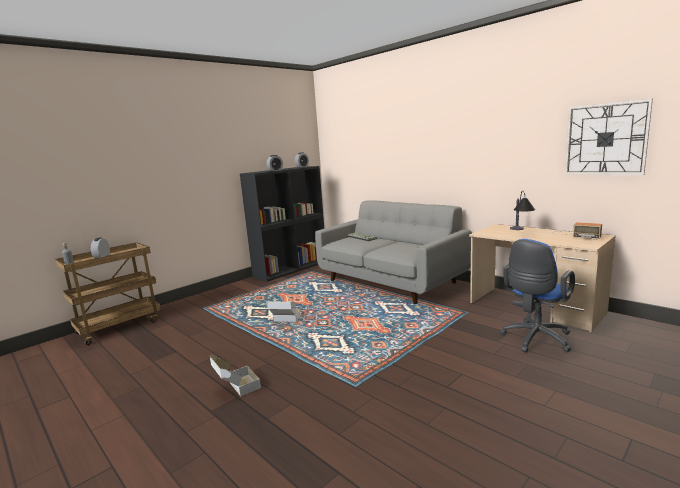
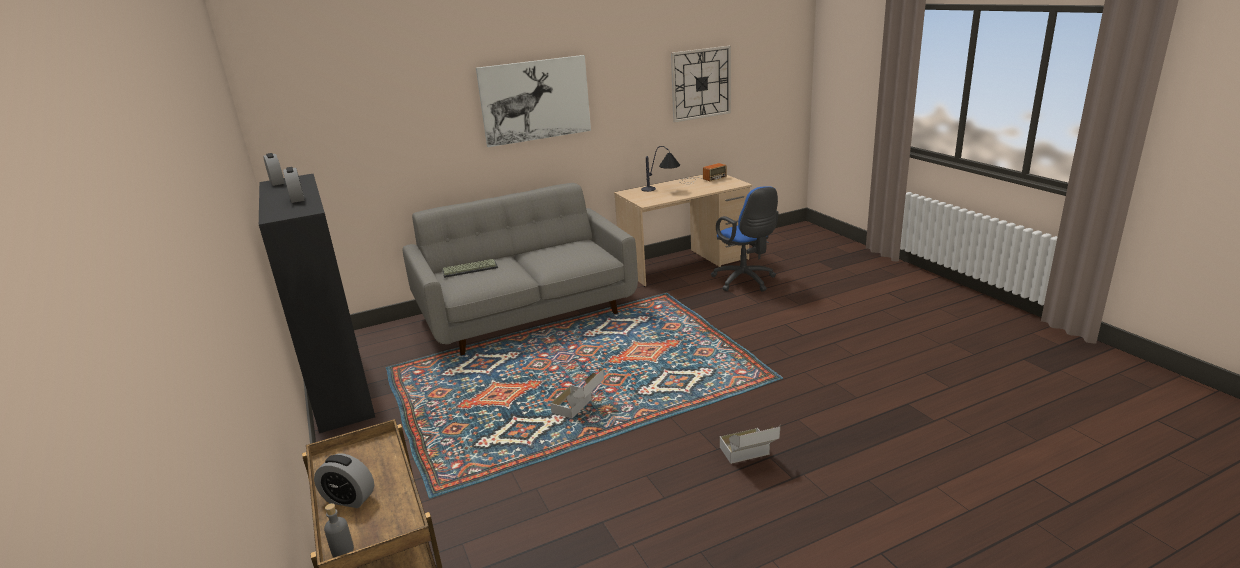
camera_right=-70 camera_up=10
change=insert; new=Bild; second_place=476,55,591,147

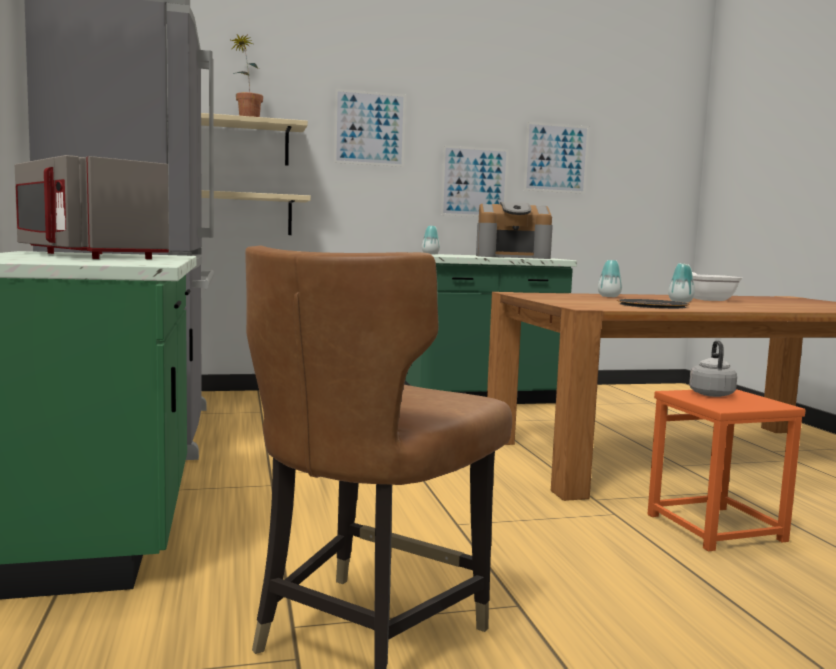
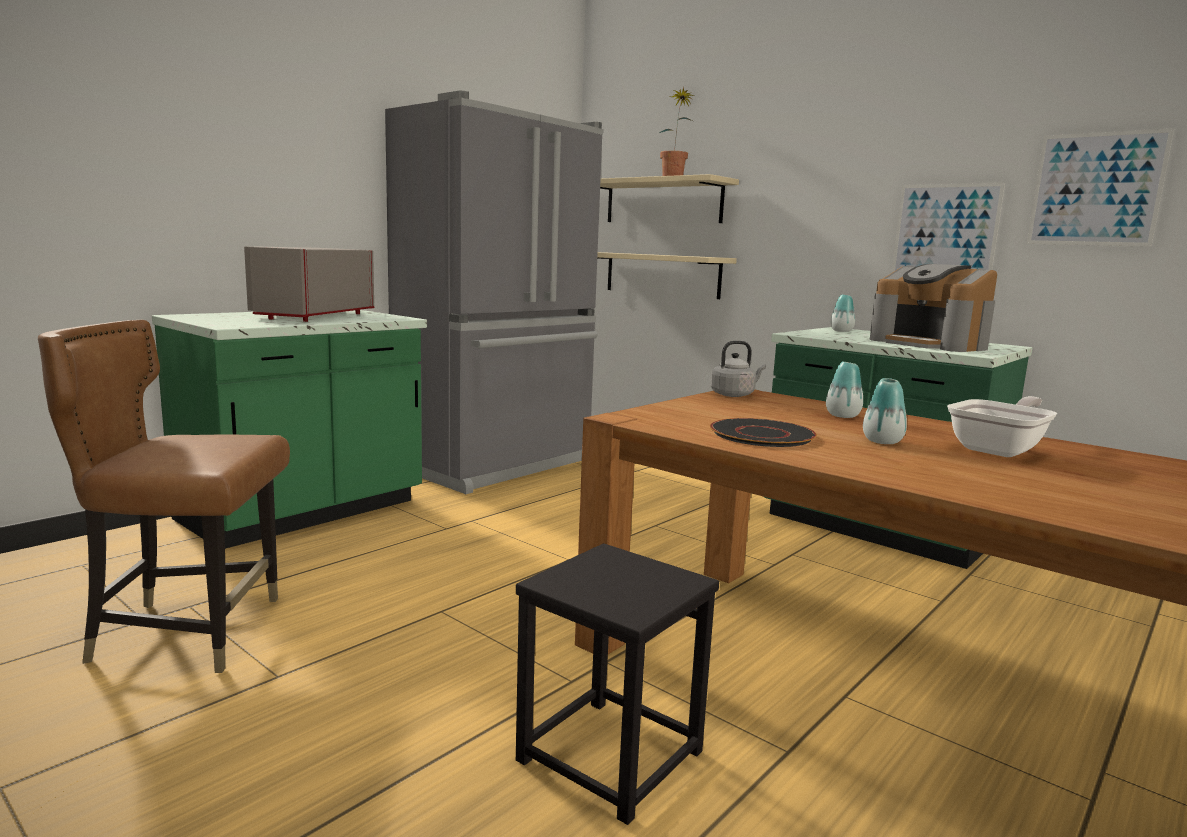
camera_right=55 camera_up=5
change=delete; old=Bild; first_place=334,89,406,167
change=move; old=Wasserkessel [grau]; first_place=689,340,737,397; second_place=710,341,766,397
change=recolor; old=Hocker [orange]; new=Hocker [schwarz]; first_place=648,389,806,551; second_place=516,543,719,825

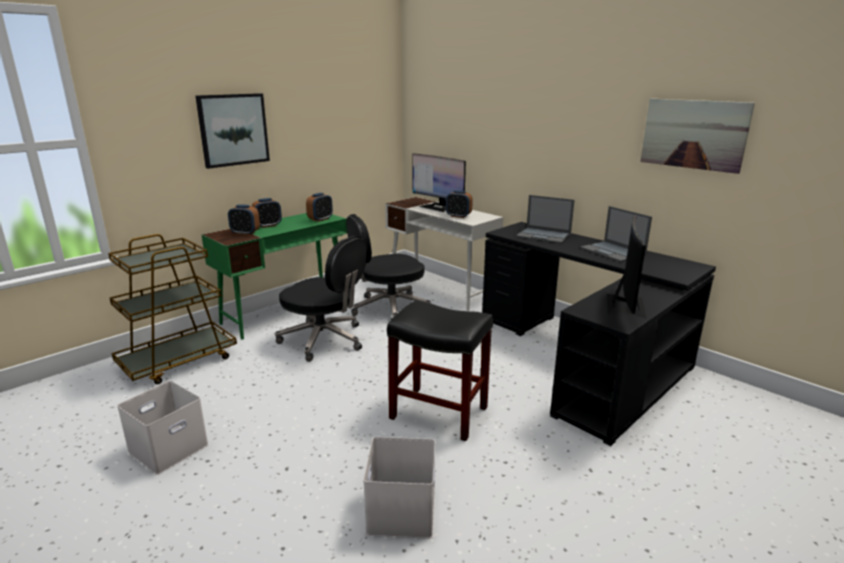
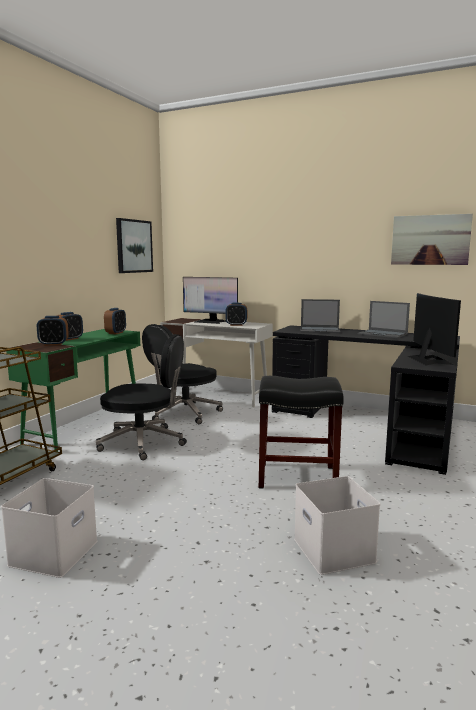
camera_right=-20 camera_up=-10
change=move; old=Bild; first_place=195,93,270,169; second_place=116,218,153,273

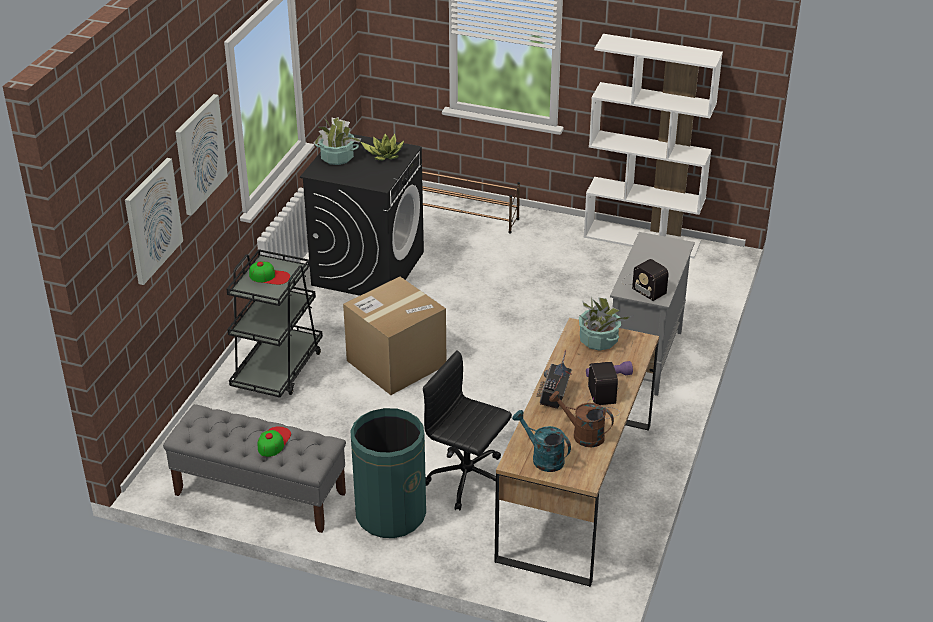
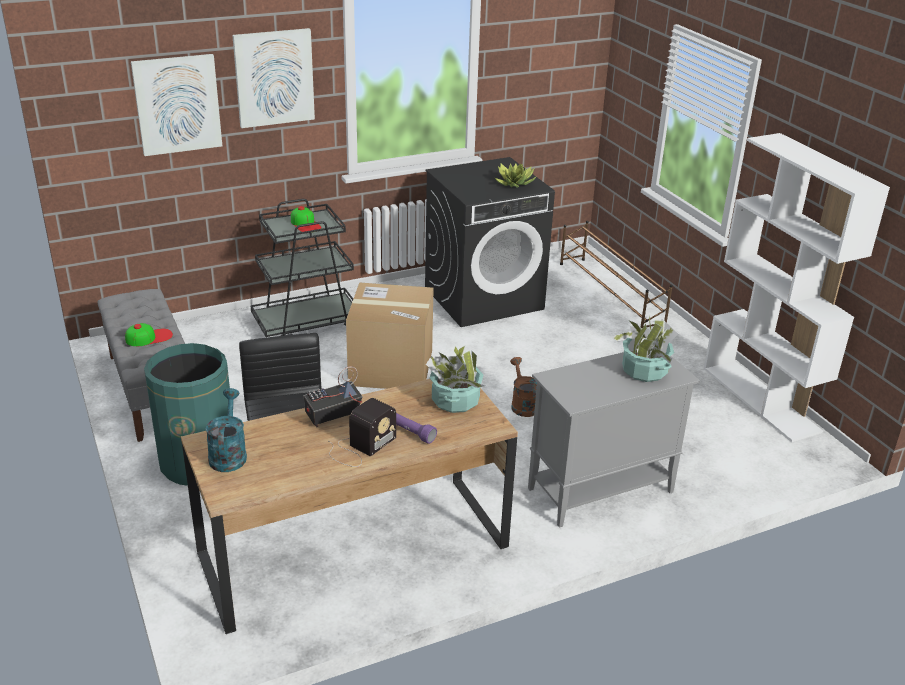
camera_right=45 camera_up=-5
change=delete; old=Radio; first_place=622,259,668,301
change=move; old=Topfpflanze; first_place=313,117,361,165; second_place=611,315,678,382
change=move; old=Gießkanne [braun]; first_place=549,391,614,447; second_place=510,357,537,417

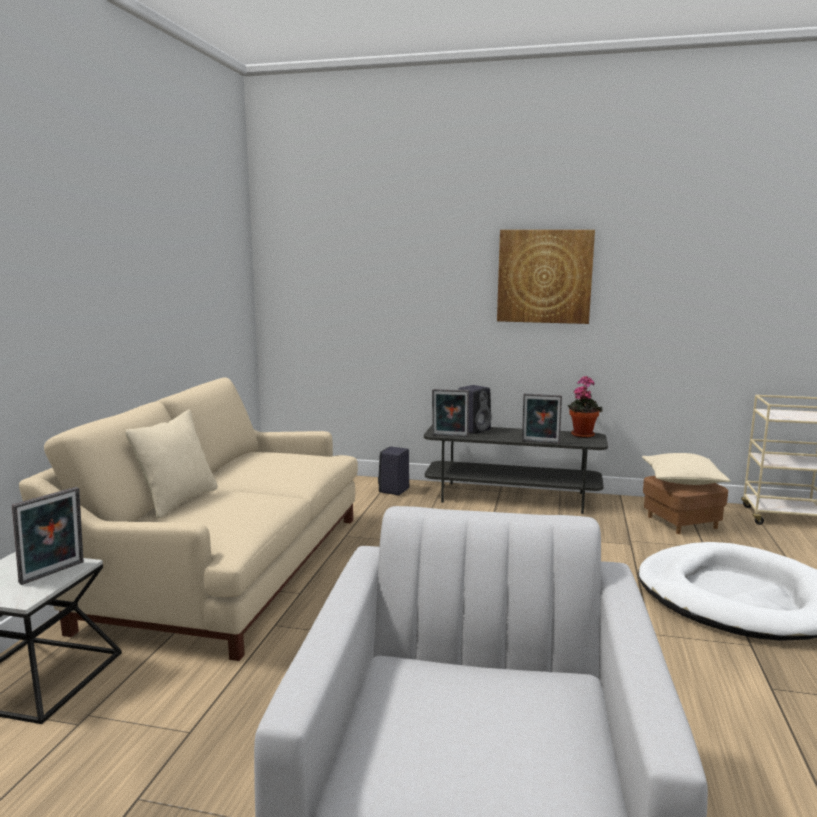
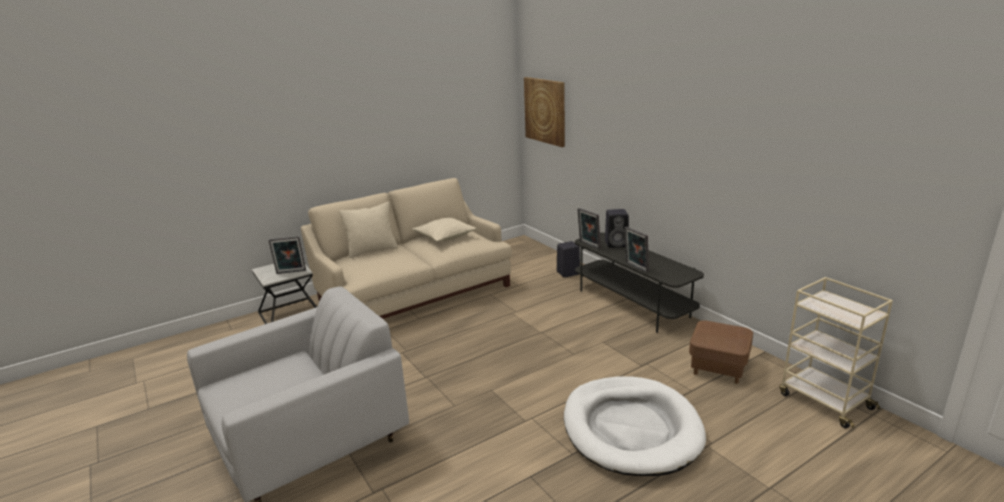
camera_right=45 camera_up=10
change=delete; old=Topfpflanze; first_place=568,376,603,438
change=move; old=Bild; first_place=497,230,595,324; second_place=524,77,565,147
change=move; old=Kissen [beige]; first_place=642,453,730,485; second_place=413,218,476,241

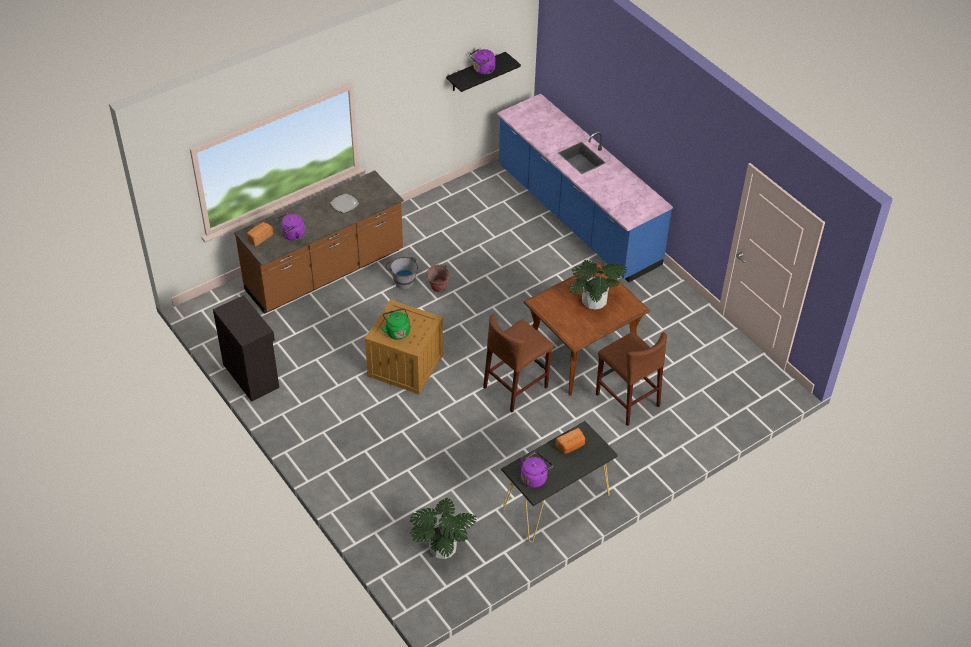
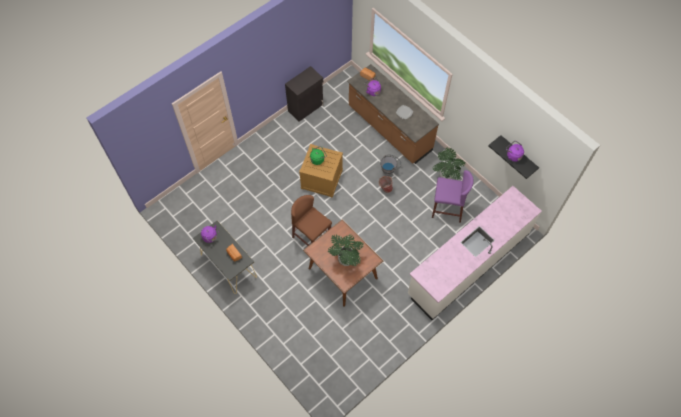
camera_right=85 camera_up=15
change=delete; old=Hocker [braun]; first_place=596,332,667,426
change=insert; new=Hocker [lila]; second_place=432,170,474,223
change=move; old=Topfpflanze; first_place=409,498,477,559; second_place=433,147,466,180
change=recolor; old=Küchenzeile [blau]; new=Küchenzeile [weiß]; first_place=497,94,673,282; second_place=408,186,542,320

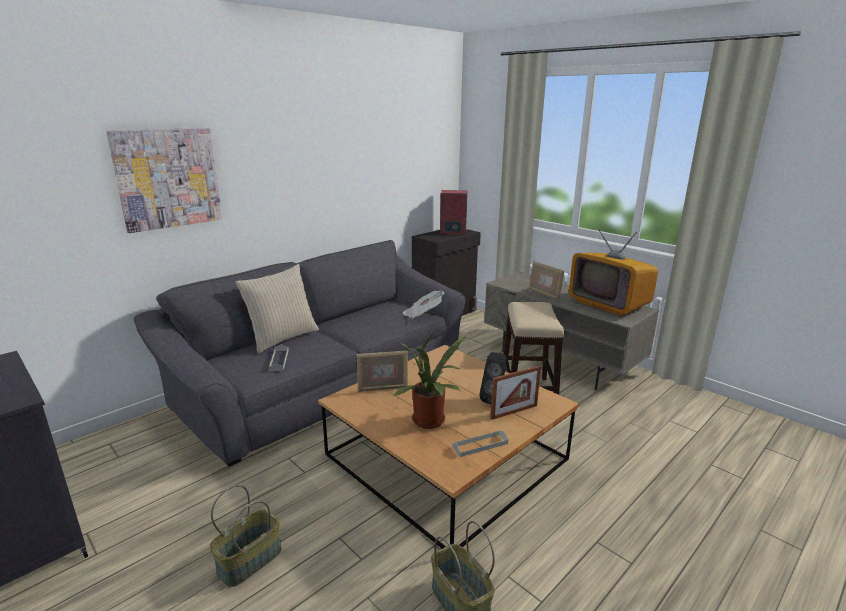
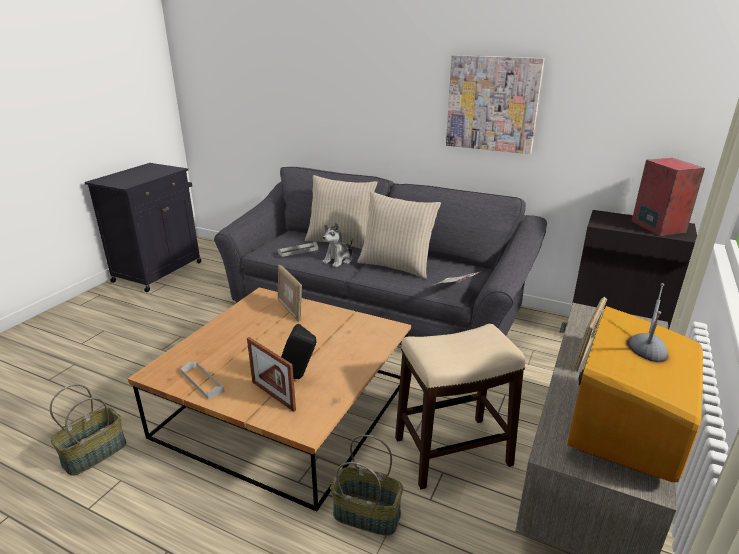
camera_right=70 camera_up=5
change=delete; old=Topfpflanze; first_place=393,331,466,429
change=insert; new=Plüschtier; second_place=322,223,353,267
change=insert; new=Kissen [beige]; second_place=357,191,441,279
change=move; old=Bild; first_place=106,128,222,233; second_place=446,55,545,154
change=move; old=Korb; first_place=210,485,282,587; second_place=330,435,403,536

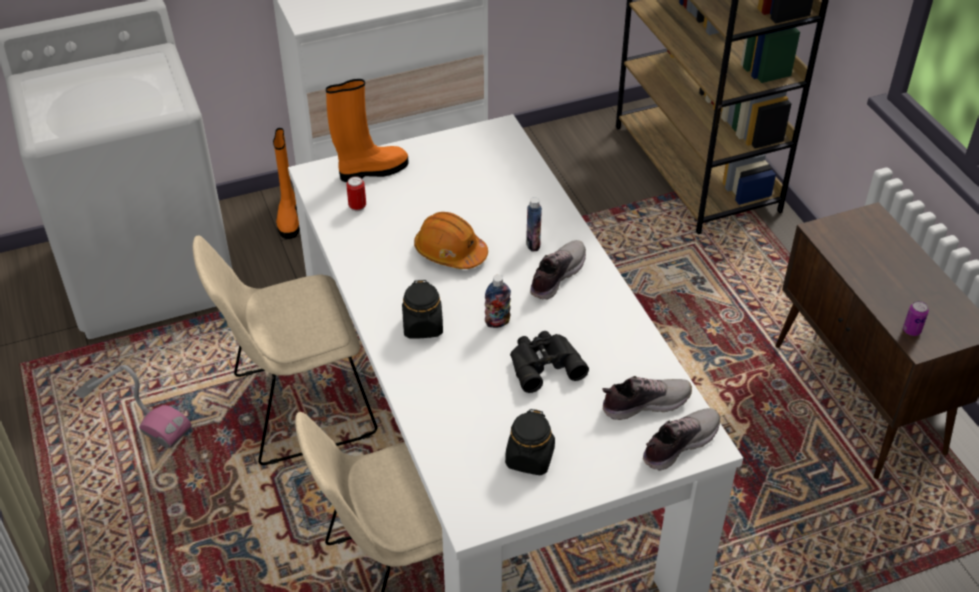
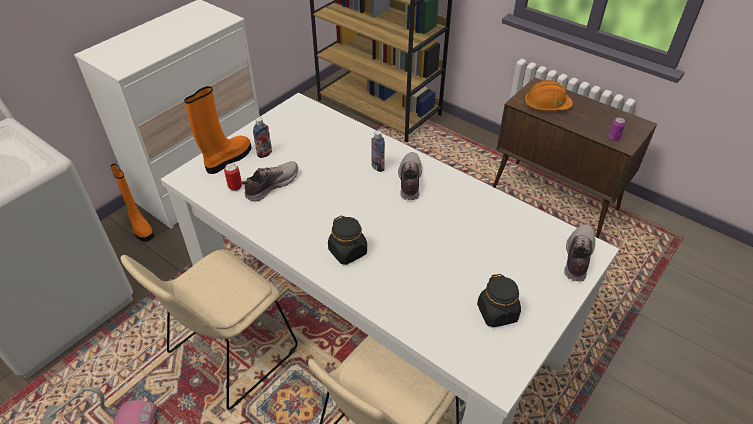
camera_right=-30 camera_up=0
change=delete; old=Fernglas [schwarz]; first_place=510,331,589,393
change=move; old=Schutzhelm [orange]; first_place=414,212,488,269; second_place=525,80,573,111
change=move; old=Flasche; first_place=485,275,511,328; second_place=253,117,272,158
change=move; old=Schuh; first_place=602,376,692,420; second_place=241,161,298,201

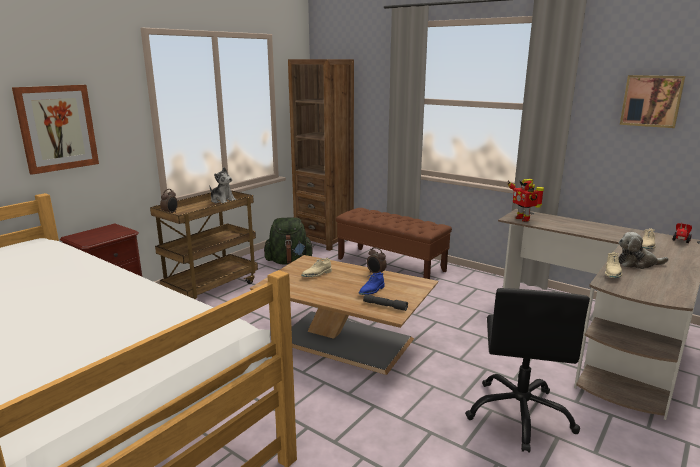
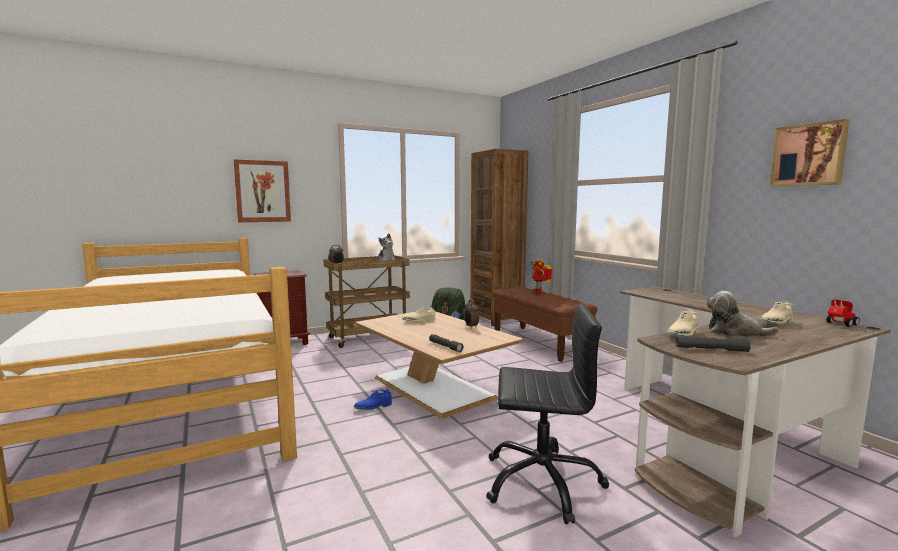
camera_right=25 camera_up=-10
change=insert; new=Taschenlampe [grau]; second_place=675,336,751,352
change=move; old=Schuh [blau]; first_place=359,272,385,295; second_place=354,389,392,410
change=move; old=Spielzeugroboter; first_place=507,179,544,222; second_place=531,260,552,293
change=rotate; old=Bürostuhl [schwarz]; first_place=465,288,590,453; second_place=486,304,610,524; degrees=-120

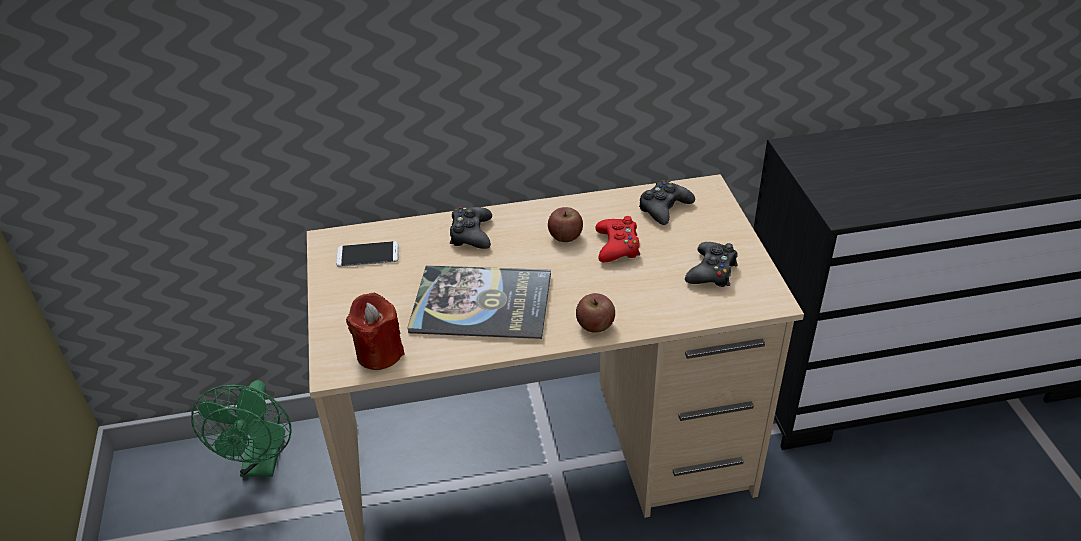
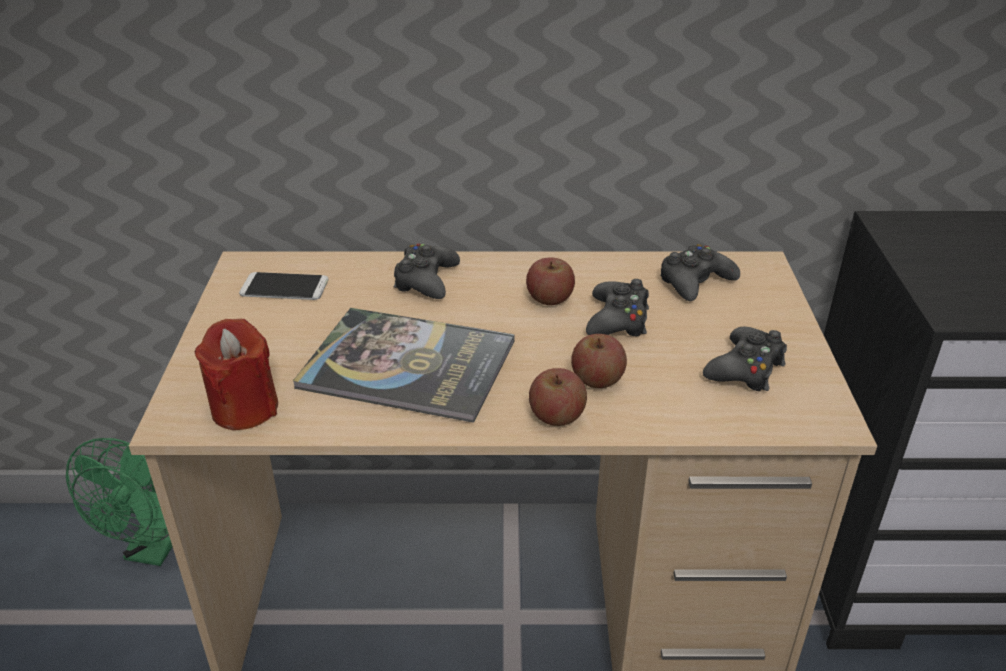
camera_right=10 camera_up=-5
change=insert; new=Apfel; second_place=571,334,627,388
change=recolor; old=Gamepad [rot]; new=Gamepad [schwarz]; first_place=595,216,640,262; second_place=586,279,649,336

